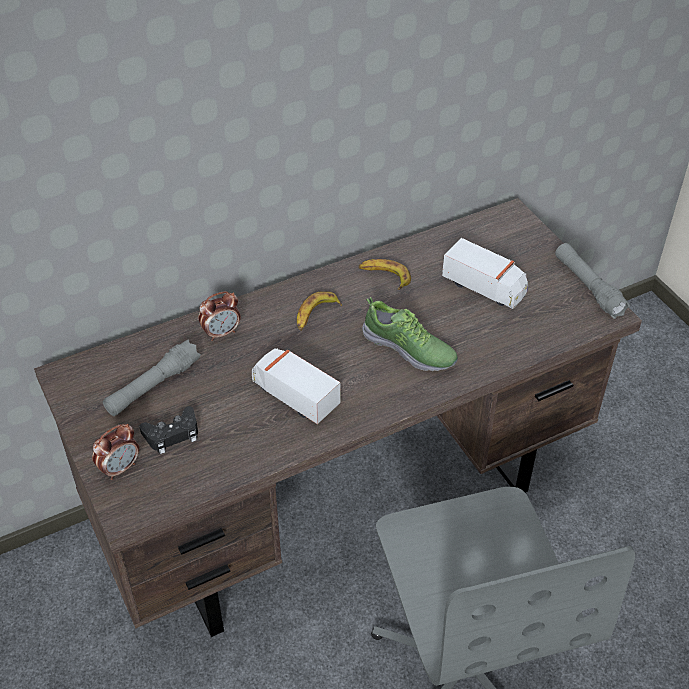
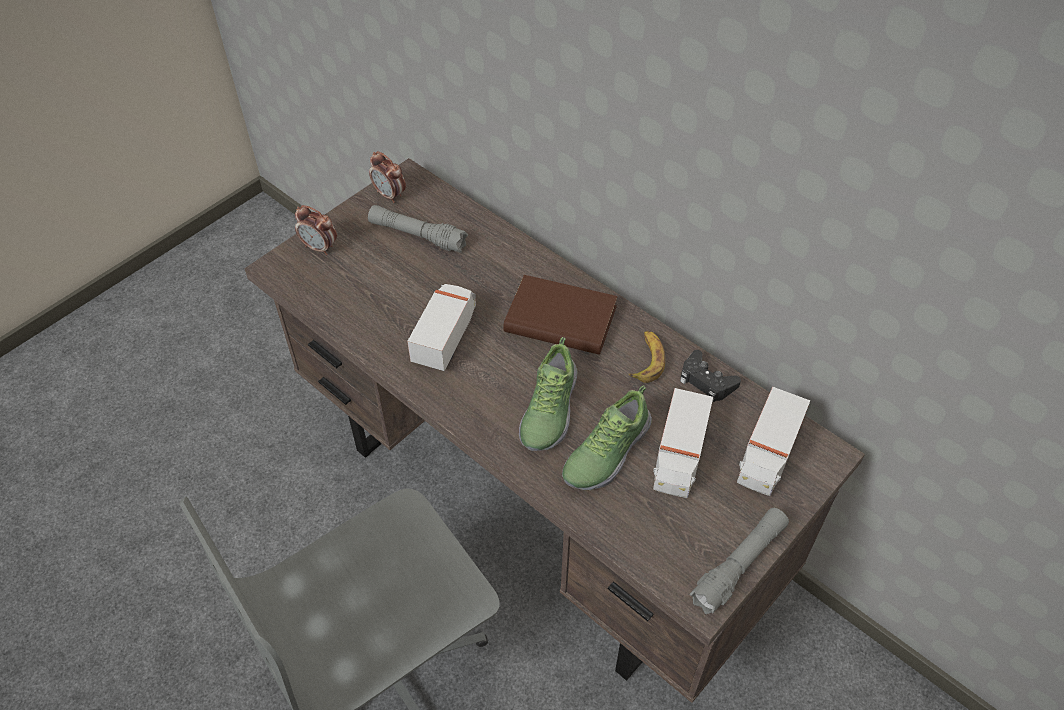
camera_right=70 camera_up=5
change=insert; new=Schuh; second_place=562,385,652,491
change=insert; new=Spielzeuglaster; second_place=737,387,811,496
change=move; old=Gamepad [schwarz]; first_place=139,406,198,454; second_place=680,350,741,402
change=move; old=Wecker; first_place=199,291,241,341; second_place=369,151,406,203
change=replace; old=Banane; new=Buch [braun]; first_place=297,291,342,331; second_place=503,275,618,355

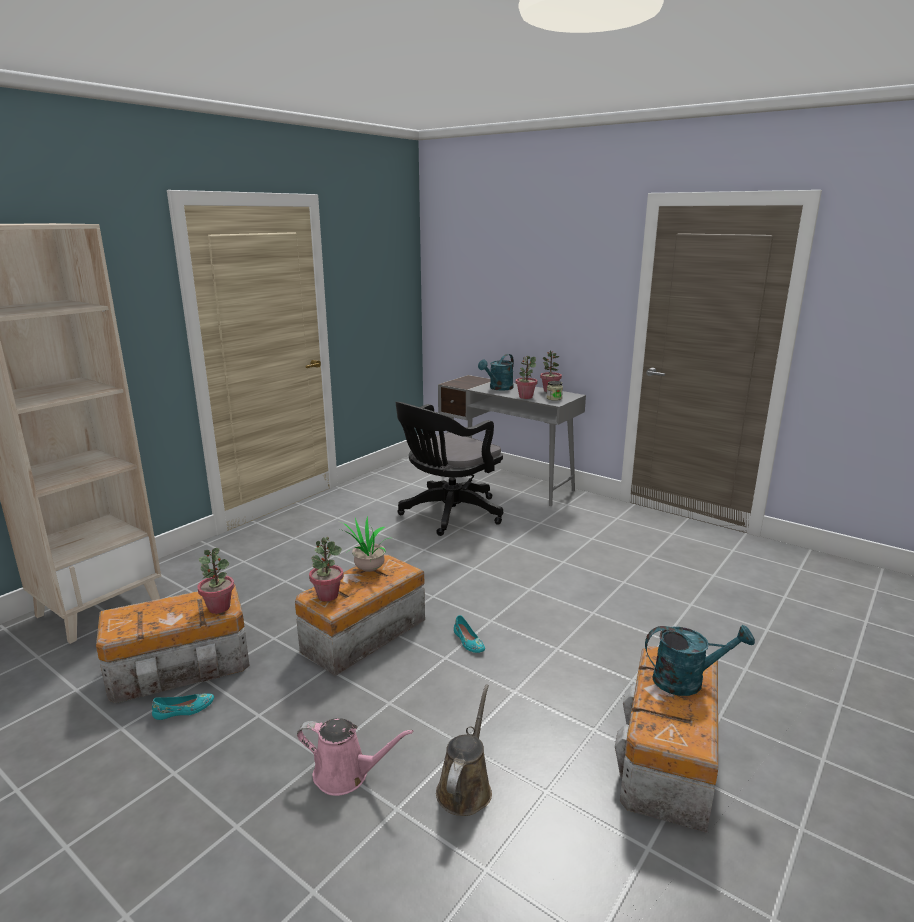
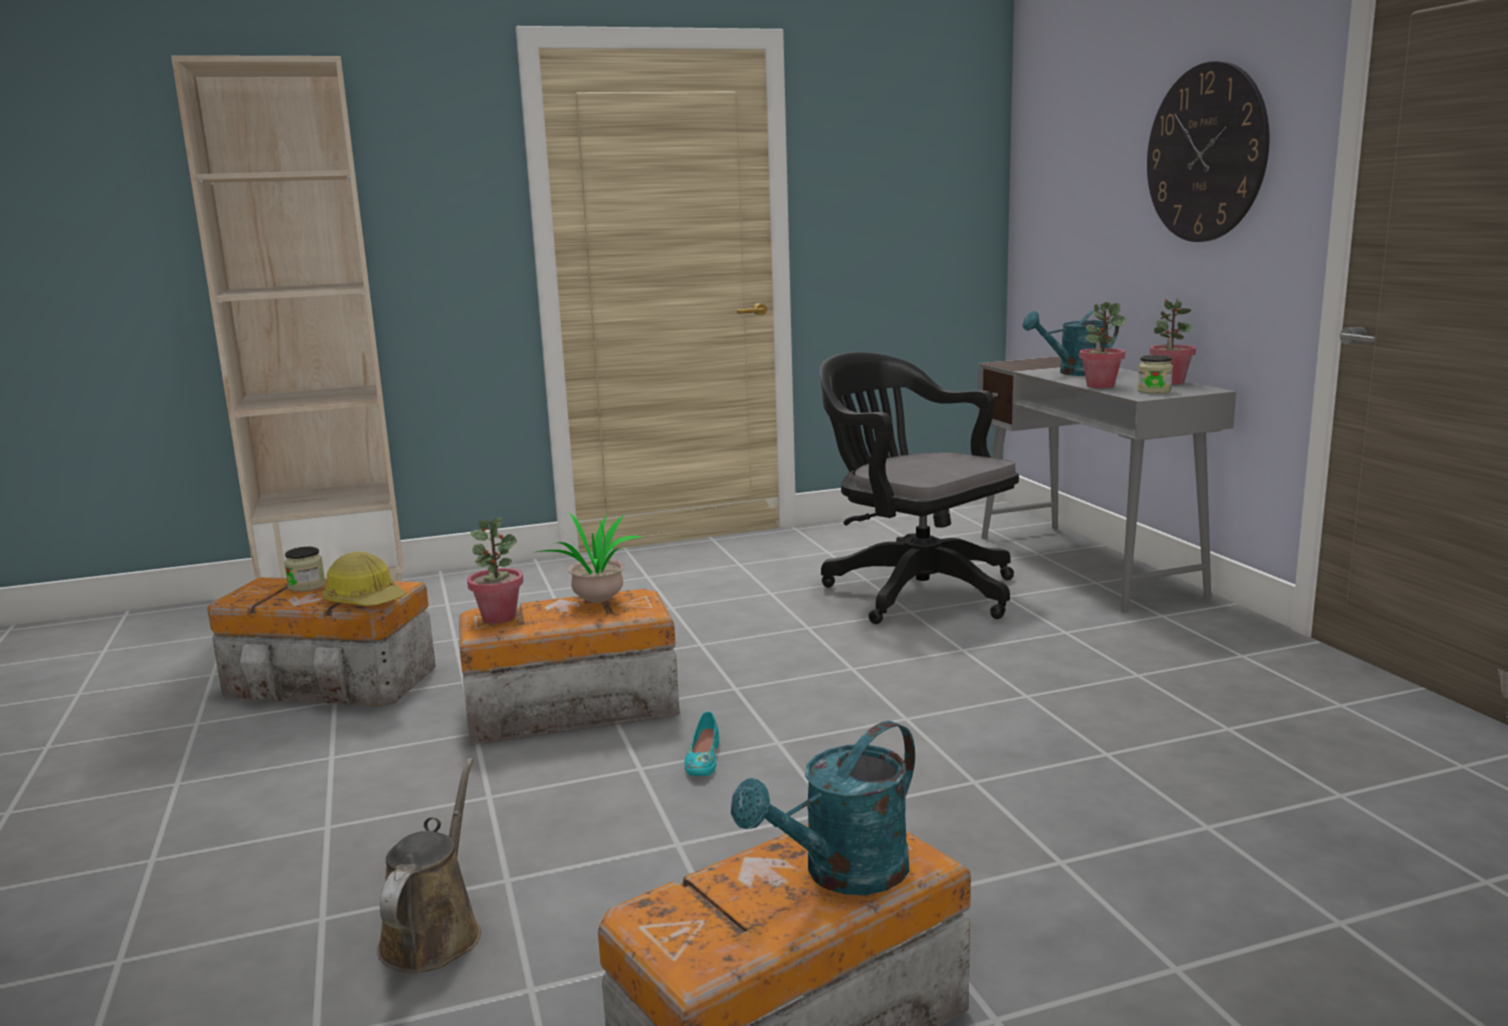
camera_right=35 camera_up=-5
change=delete; old=Schuh [türkis]; first_place=152,693,214,720
change=delete; old=Gießkanne [rosa]; first_place=297,718,413,796
change=insert; new=Vorratsglas; second_place=284,547,325,592
change=insert; new=Wanduhr; second_place=1147,61,1269,242
change=replace; old=Topfpflanze; new=Schutzhelm; first_place=197,548,235,614; second_place=322,552,406,606
change=rotate; old=Bürostuhl [schwarz]; first_place=395,402,503,536; second_place=819,352,1019,624; degrees=60
change=rotate; old=Gießkanne [braun]; first_place=436,684,492,816; second_place=377,758,481,973; degrees=-45
change=rotate; old=Gießkanne [türkis]; first_place=645,625,755,696; second_place=731,721,915,895; degrees=105

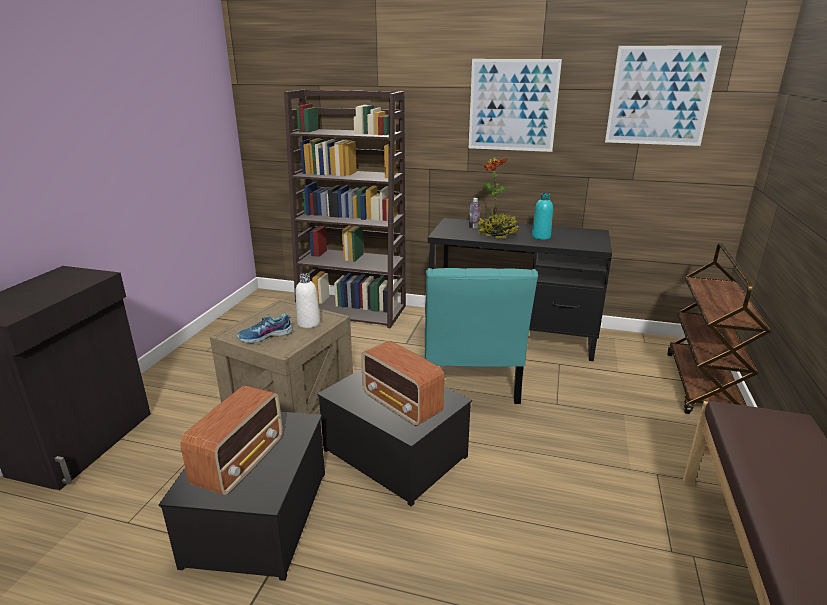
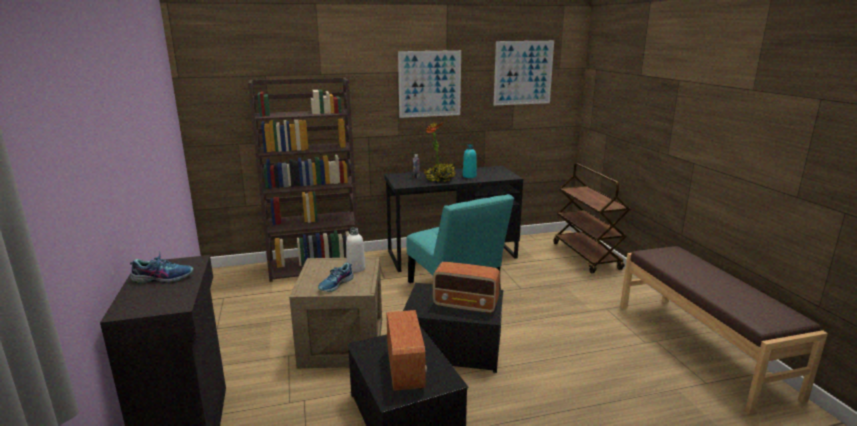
camera_right=-30 camera_up=-5
change=insert; new=Schuh; second_place=130,252,194,284

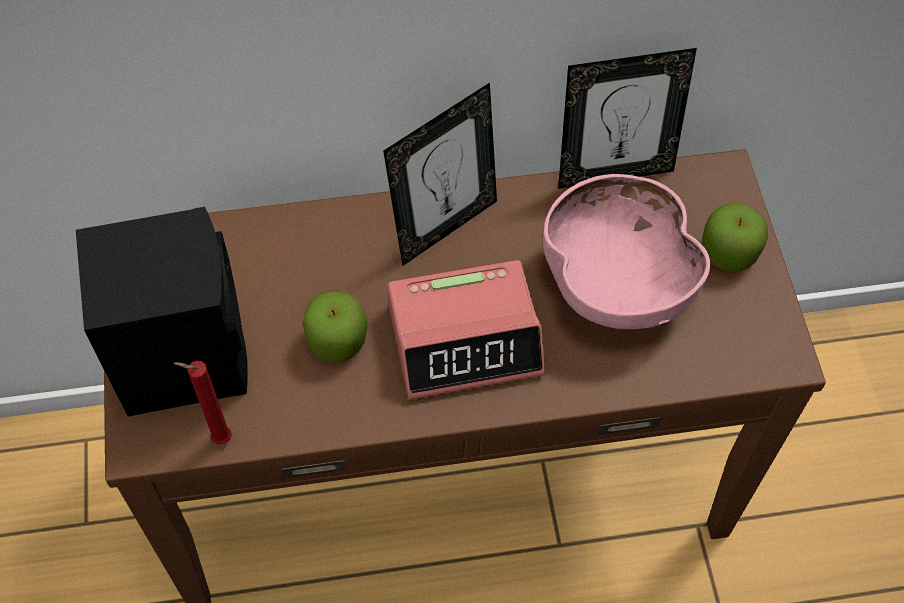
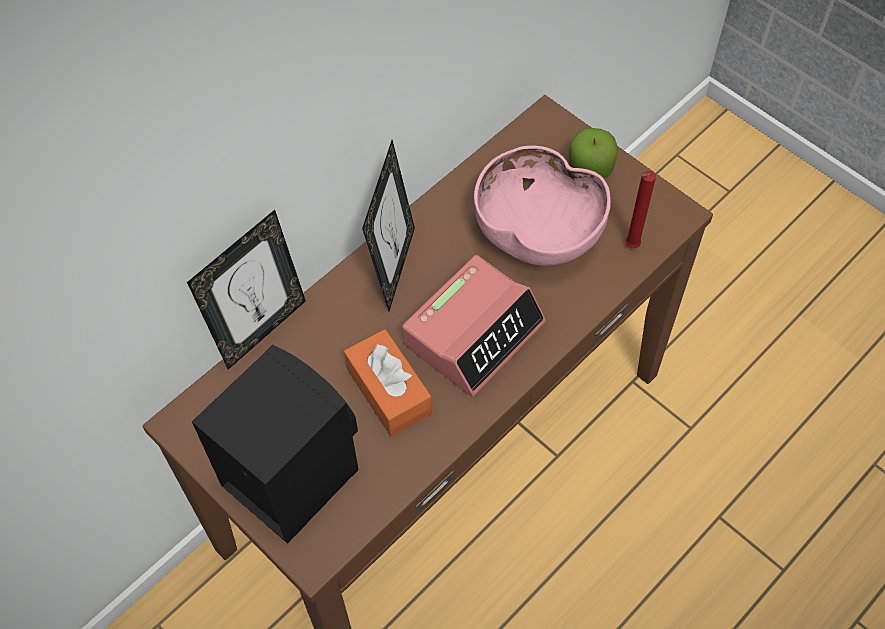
camera_right=-35 camera_up=0
change=move; old=Kerze [rot]; first_place=173,361,232,445; second_place=625,171,656,248
change=move; old=Bilderrahmen; first_place=558,48,697,189; second_place=187,210,306,370
change=replace; old=Apfel; new=Taschentuchbox [orange]; first_place=303,290,367,363; second_place=344,329,432,437

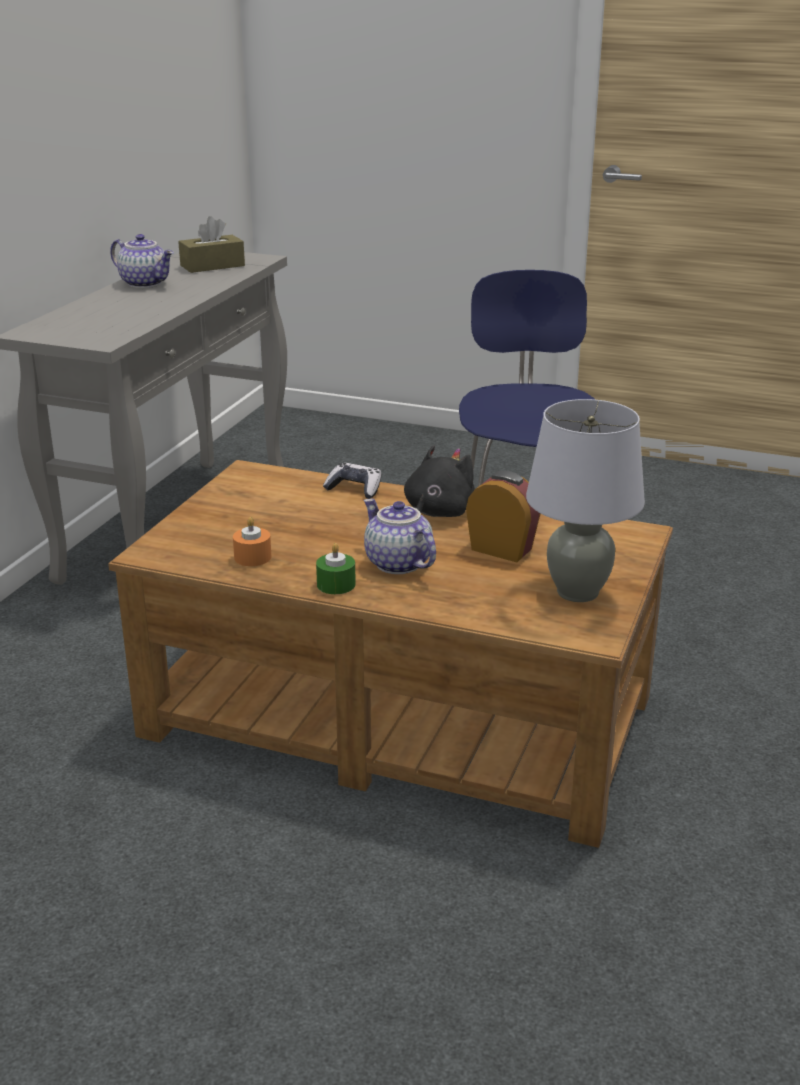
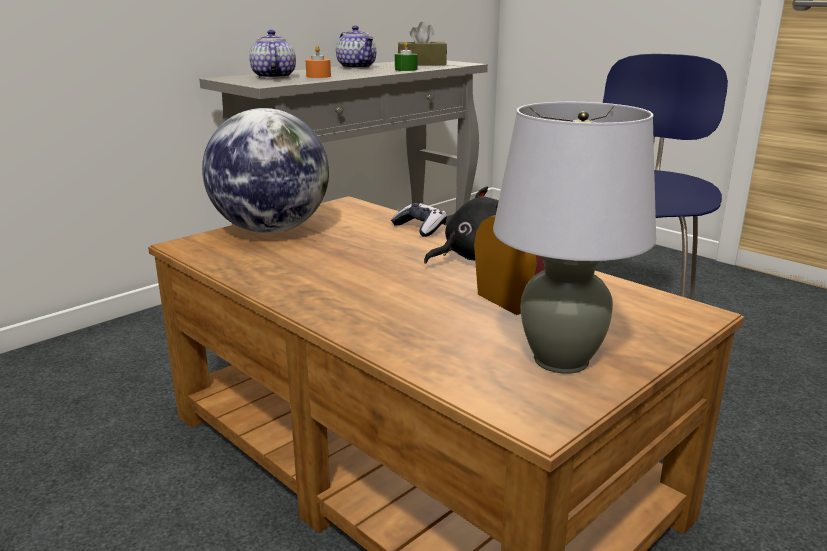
camera_right=25 camera_up=-5
change=insert; new=Globus; second_place=202,108,329,234
change=move; old=Kerze [orange]; first_place=233,517,271,566; second_place=306,46,331,78
change=move; old=Kerze [grün]; first_place=316,543,356,594; second_place=395,41,417,71
change=move; old=Teekanne; first_place=364,499,436,574; second_place=249,30,296,79

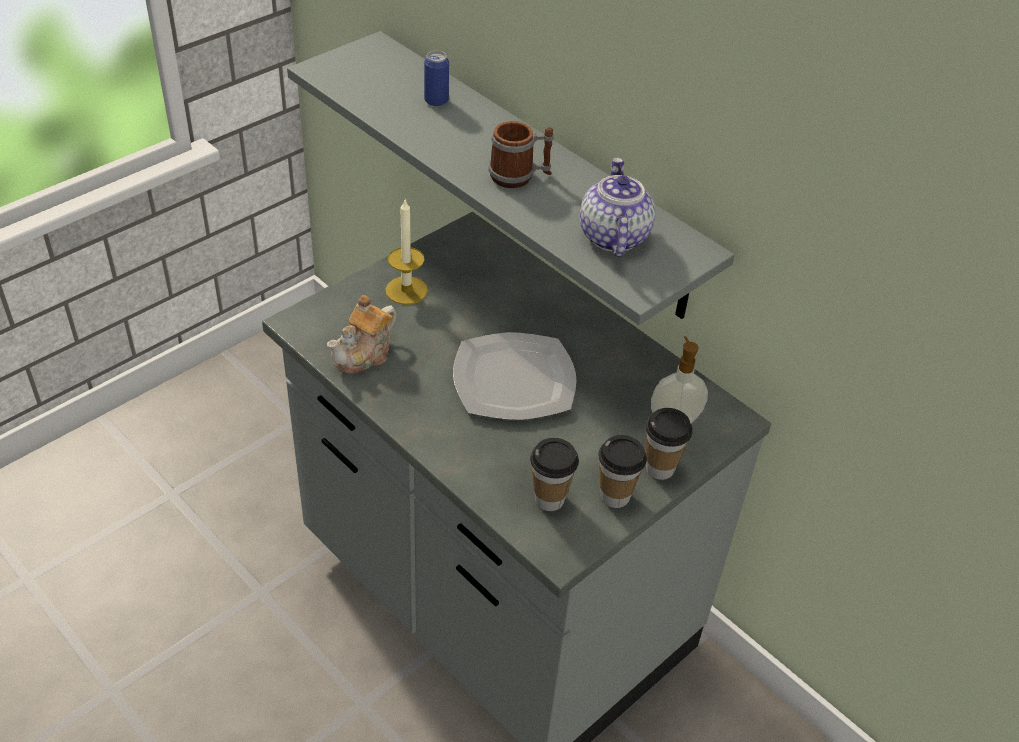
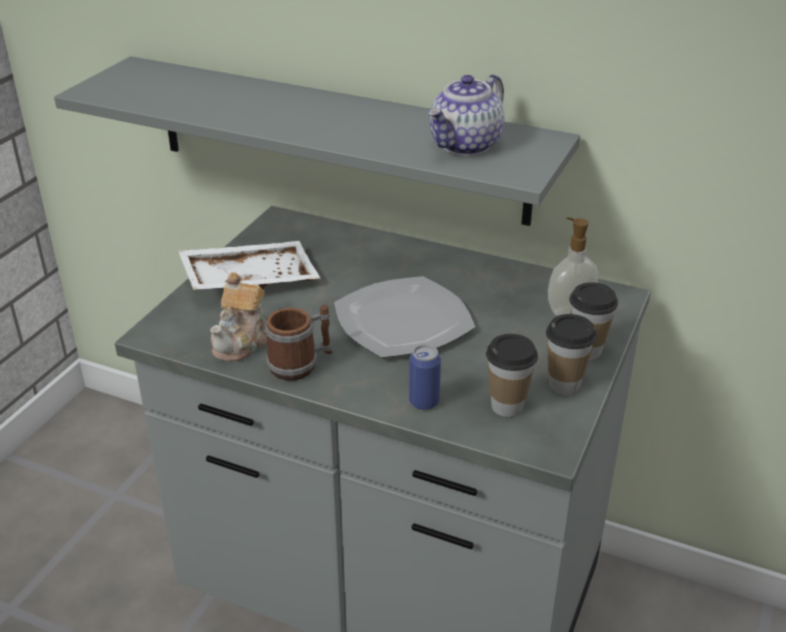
camera_right=-20 camera_up=-10
change=move; old=Dose; first_place=424,51,449,107; second_place=409,344,441,410
change=move; old=Henkelbecher; first_place=489,121,554,188; second_place=265,304,333,381
change=replace; old=Kerze; new=Tablett [weiß]; first_place=385,200,428,305; second_place=178,241,321,290
change=rotate; old=Teekanne; first_place=580,158,655,257; second_place=428,74,504,156; degrees=-120

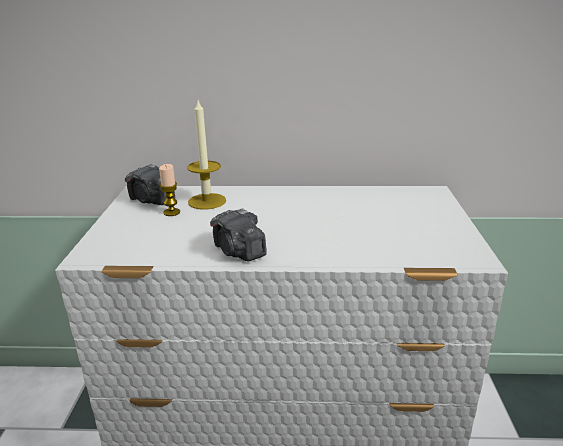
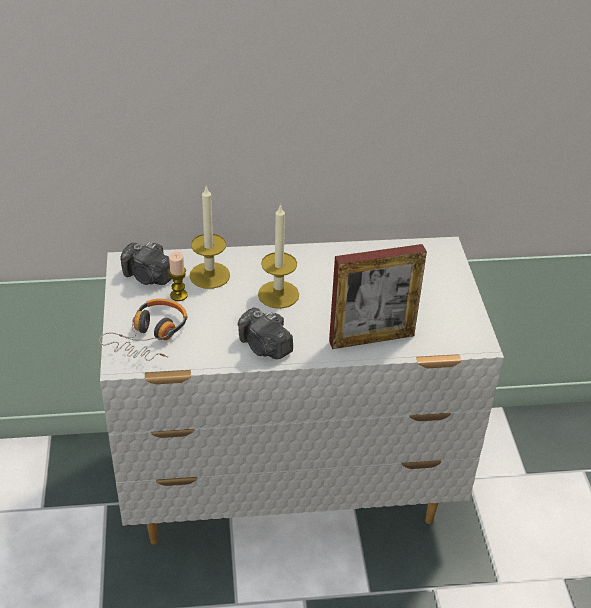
camera_right=-10 camera_up=15
change=insert; new=Kopfhörer; second_place=99,299,187,361
change=insert; new=Kerze; second_place=258,204,299,309
change=insert; new=Bilderrahmen; second_place=329,244,427,349

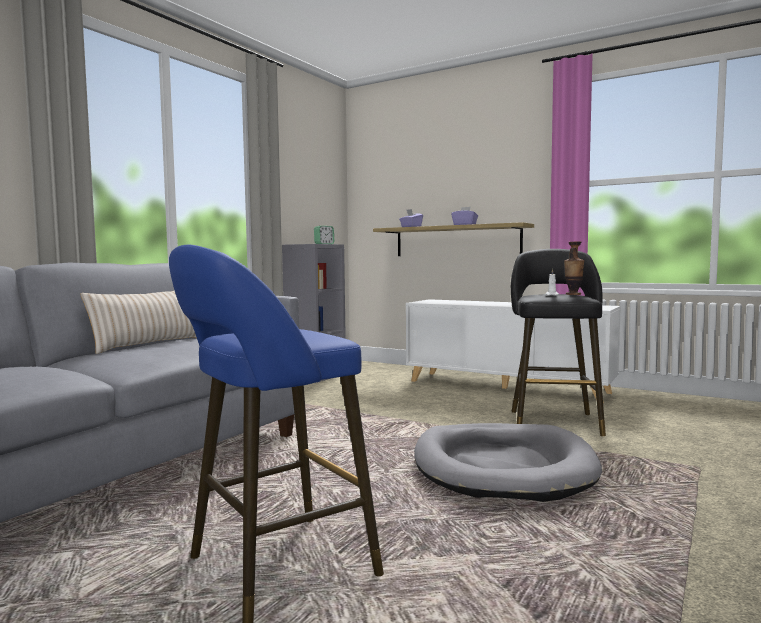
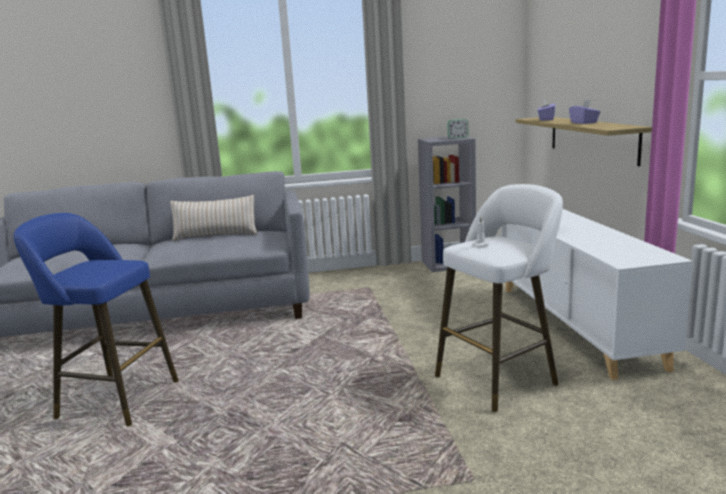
camera_right=50 camera_up=10
change=delete; old=Hundebett [grau]; first_place=414,423,602,502
change=delete; old=Vase; first_place=564,241,584,295
change=recolor; old=Hocker [schwarz]; new=Hocker [weiß]; first_place=511,249,606,436; second_place=435,184,563,412

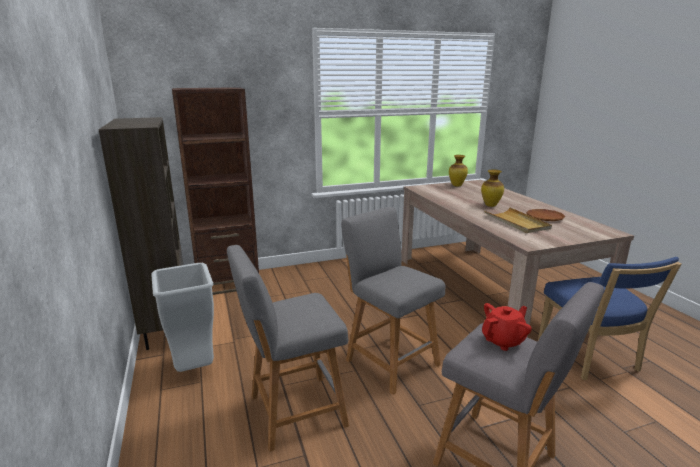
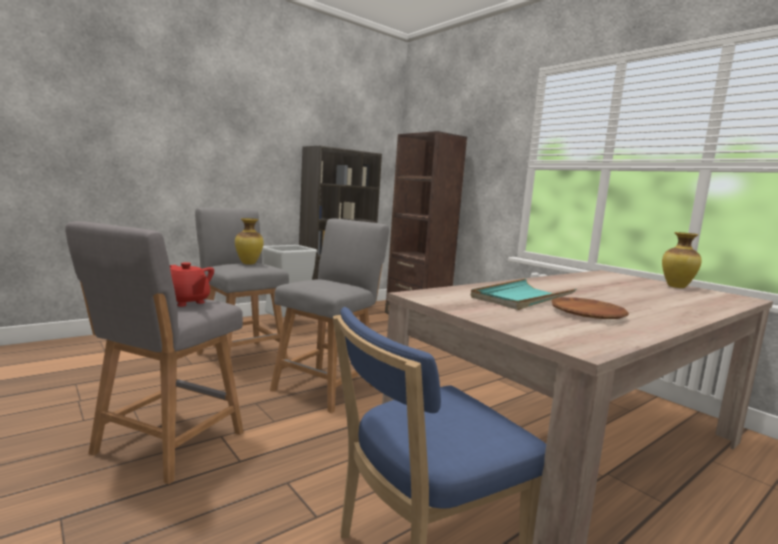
camera_right=70 camera_up=-10
change=move; old=Vase; first_place=481,170,504,207; second_place=235,218,263,265
change=recolor; old=Tablett [beige]; new=Tablett [türkis]; first_place=484,207,552,233; second_place=471,278,576,310

